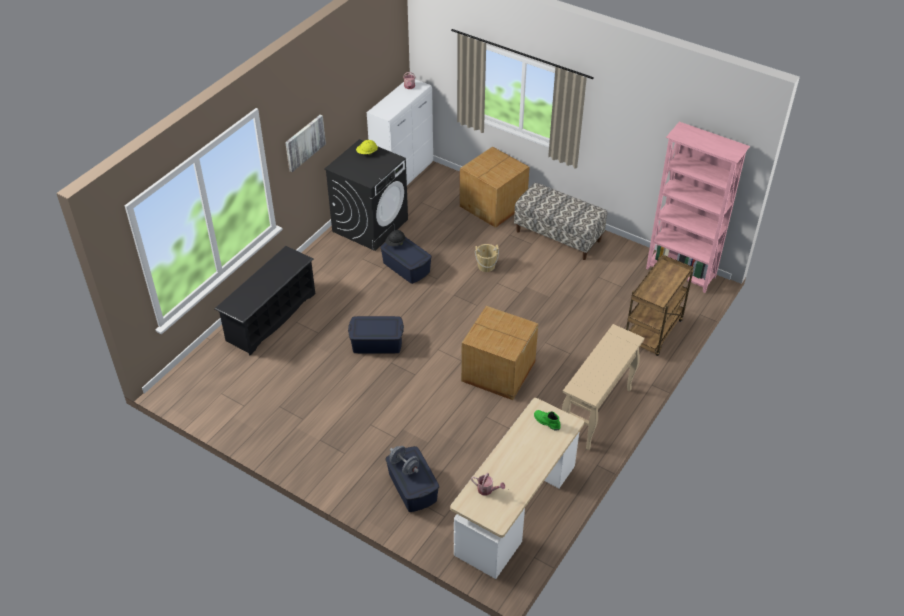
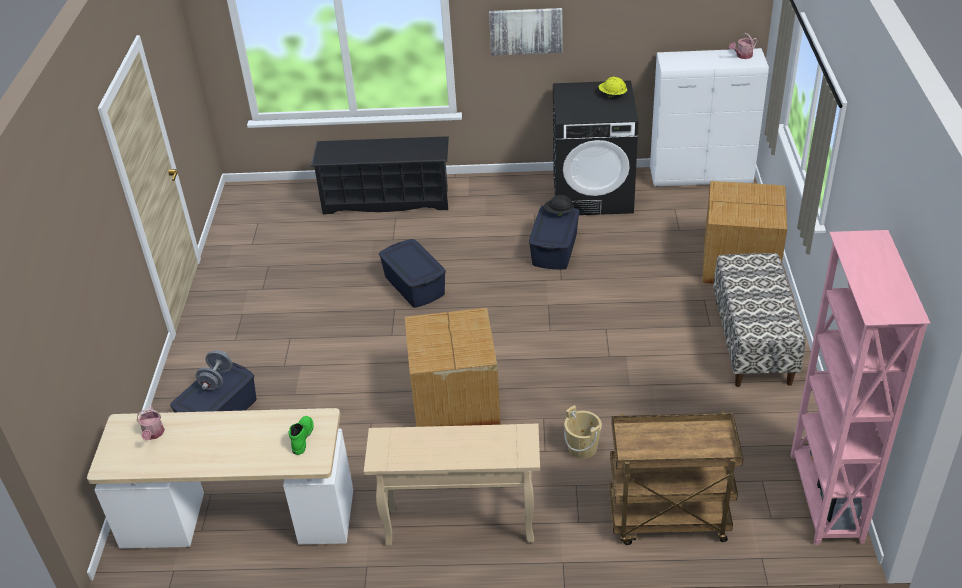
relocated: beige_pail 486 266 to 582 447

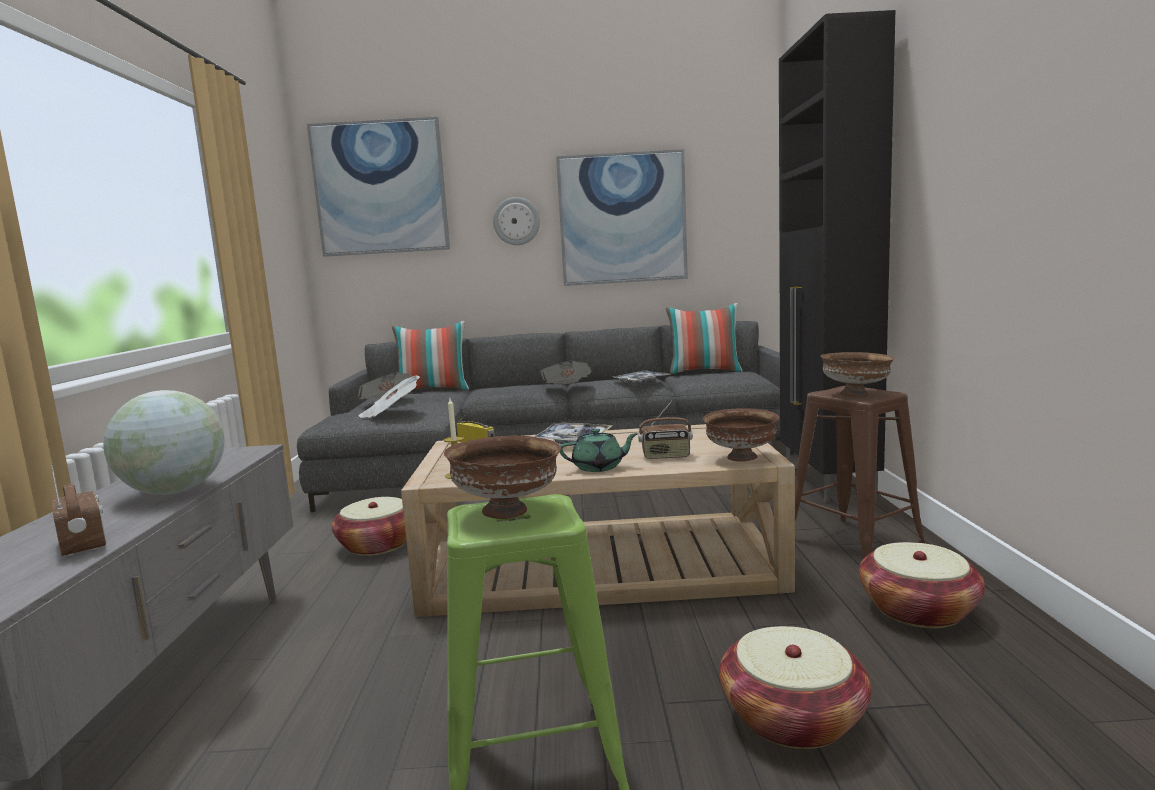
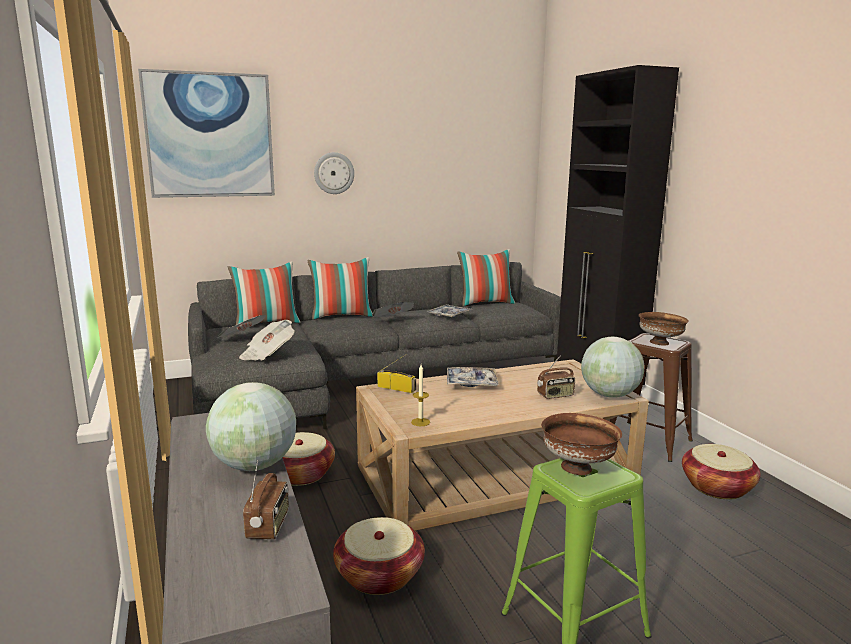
missing: picture 622 218; greenish_teapot 599 467
appeared: pillow 342 316
relocated: basket 792 717 to 379 575
exchanged: brown_serving_bowl 742 458 to desk_globe 610 395
spun: radio 84 544 = 269 526 60 degrees clockwise

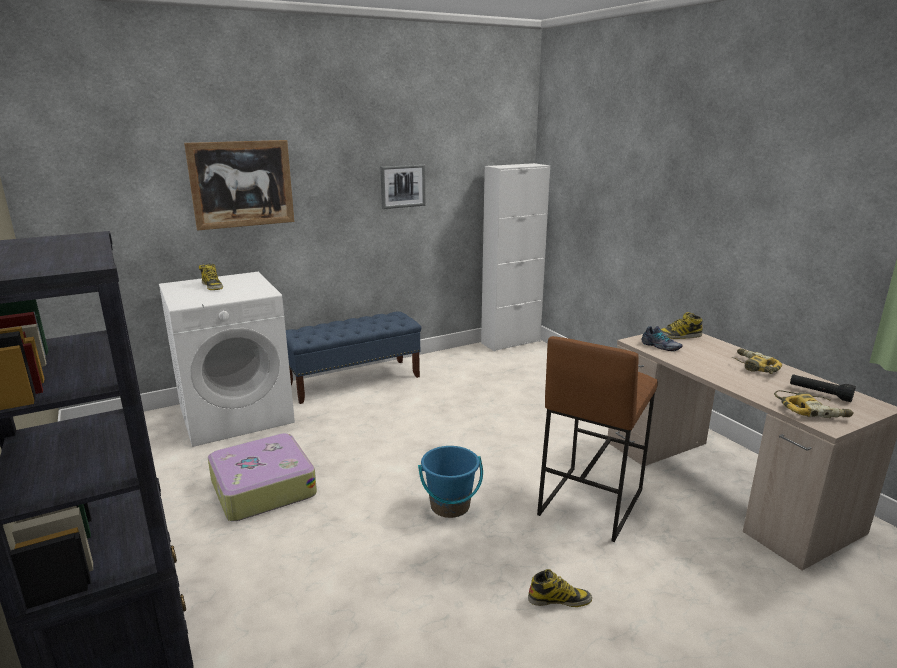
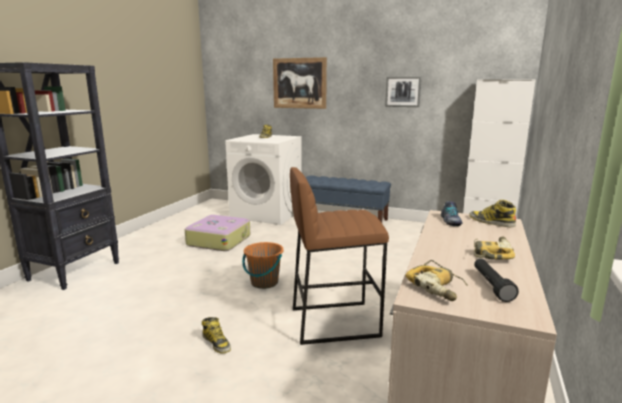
colour: blue-coloured_pail 450 506 to orange_pail 264 282

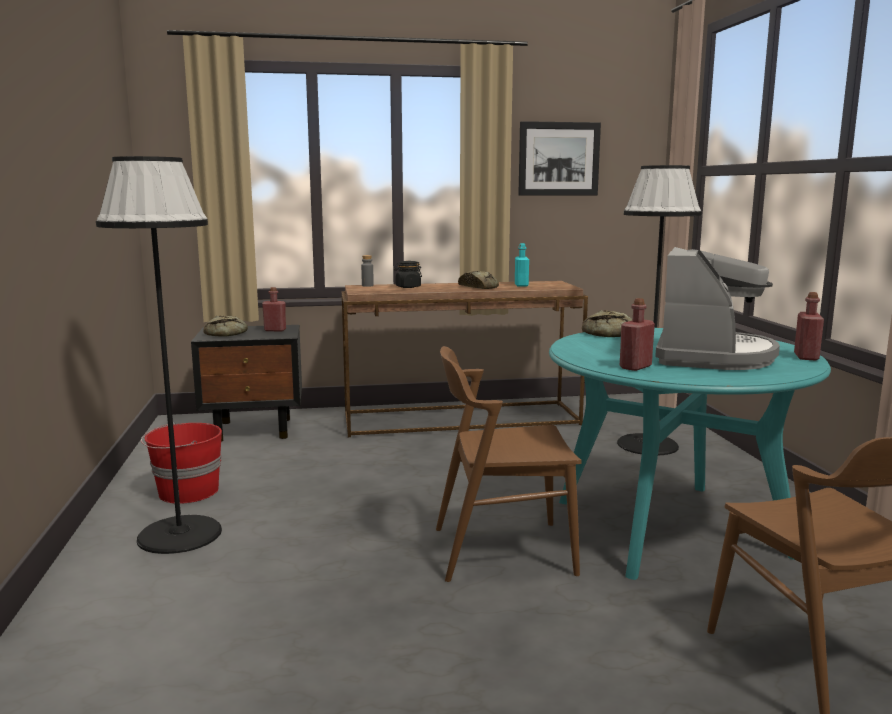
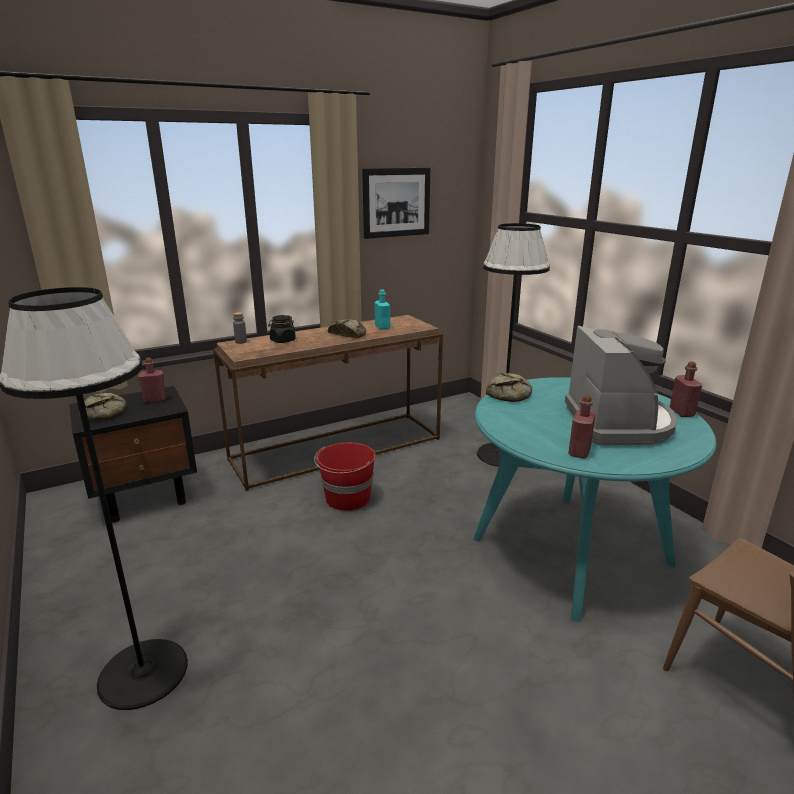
missing: brown_plain_chair 502 550
relocated: red_pail 187 492 to 347 499

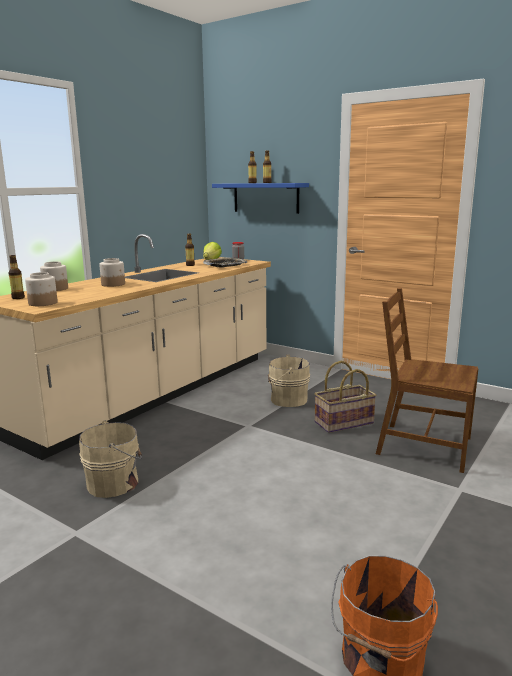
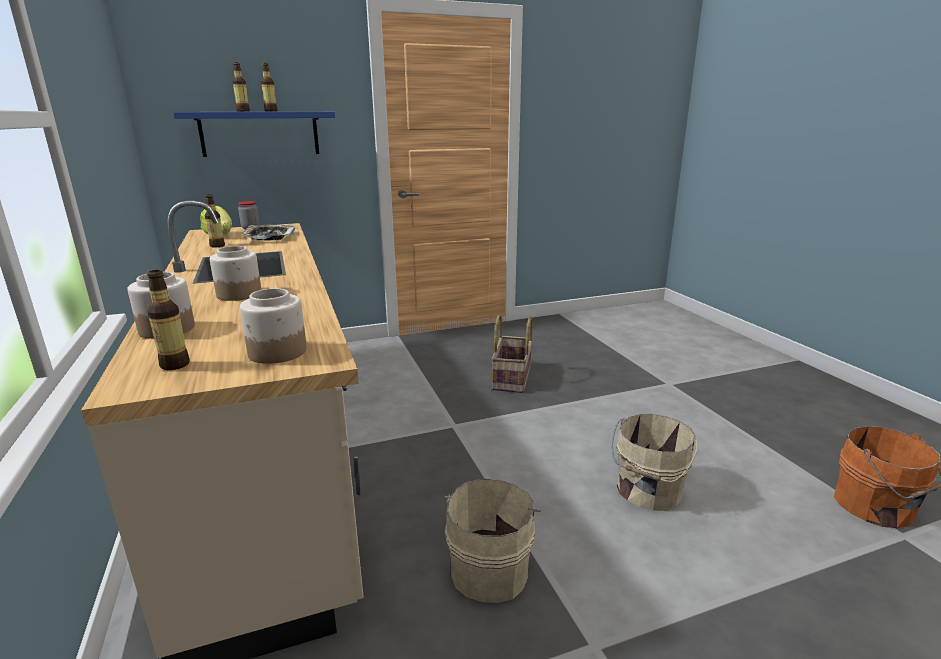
missing: brown_plain_chair 423 446
relocated: beige_pail 287 399 to 647 491

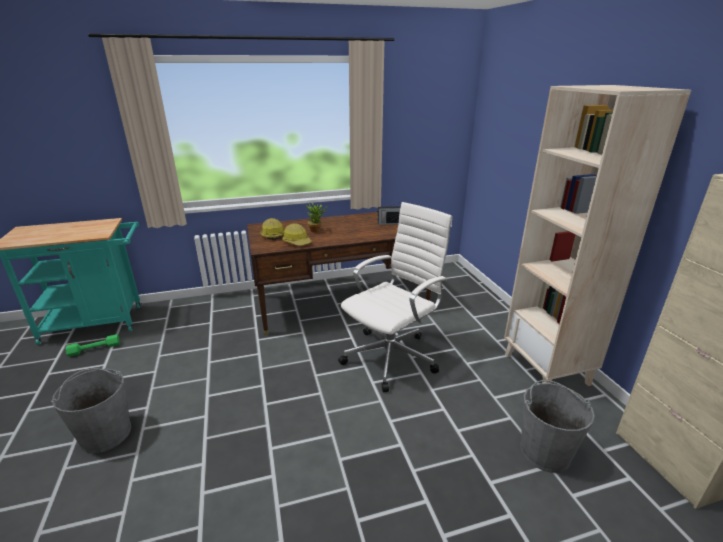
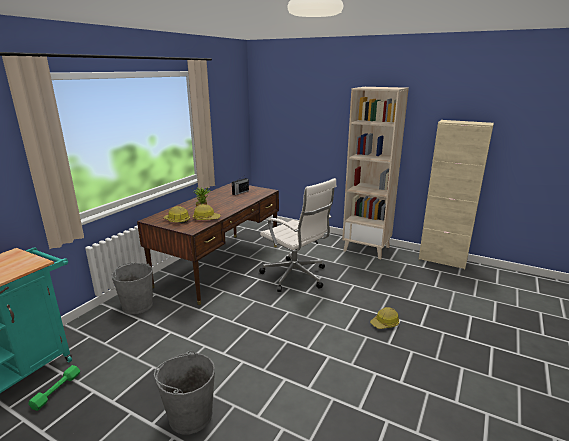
appeared: hard_hat 385 323
relocated: greyish_pail 545 451 to 137 305
spun: white-coloured_computer_chair 392 356 = 296 276 135 degrees clockwise

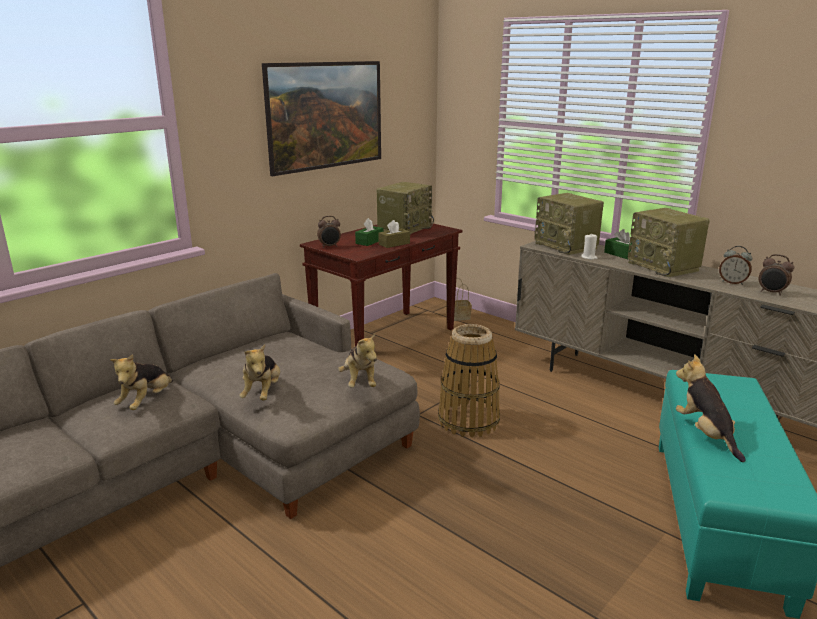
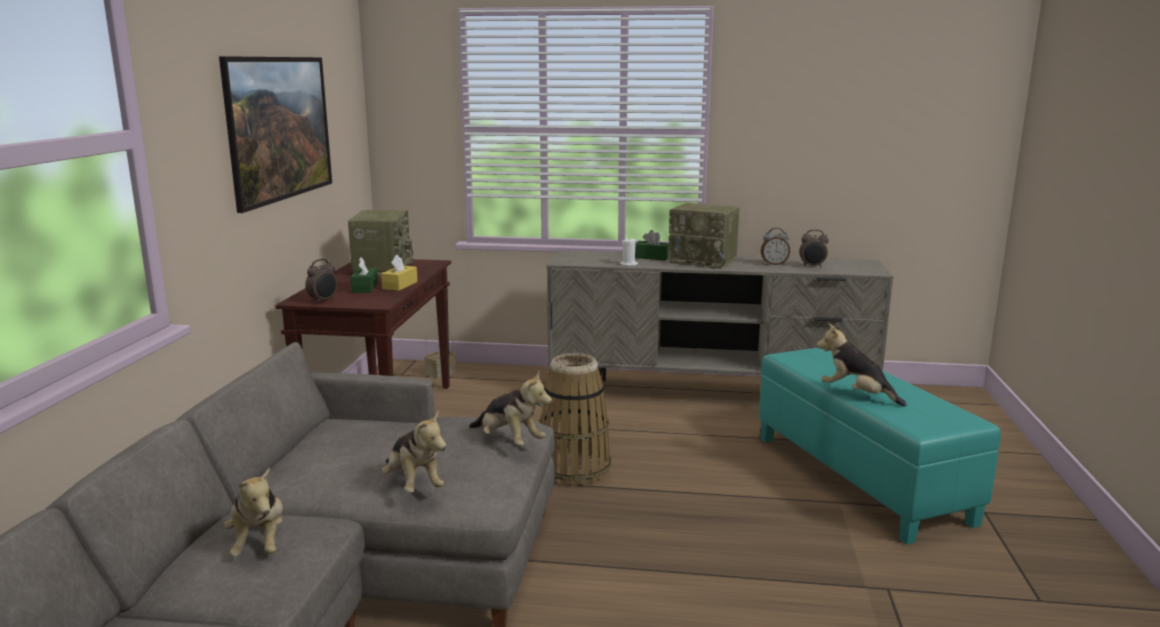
missing: radio 567 246
colour: brown_tissue_box 394 244 to yellowish_tissue_box 400 285

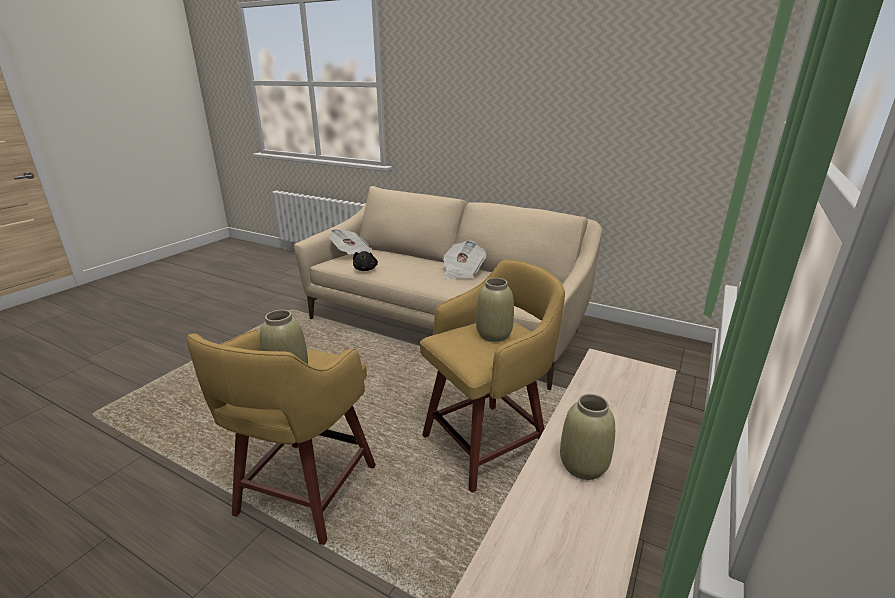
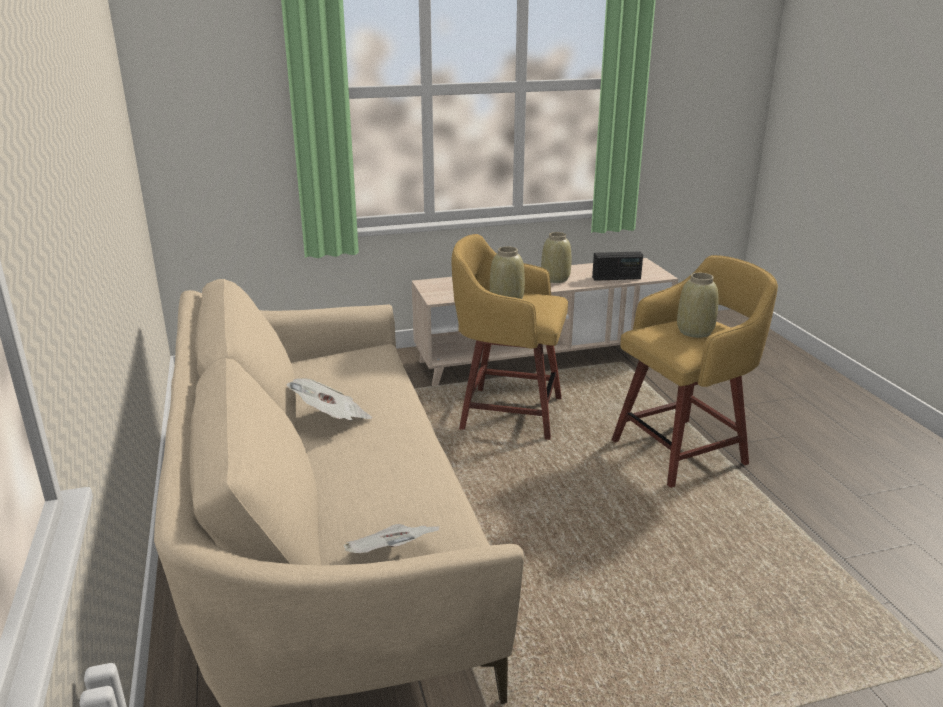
missing: black_plush_toy 366 269
appeared: radio 616 278

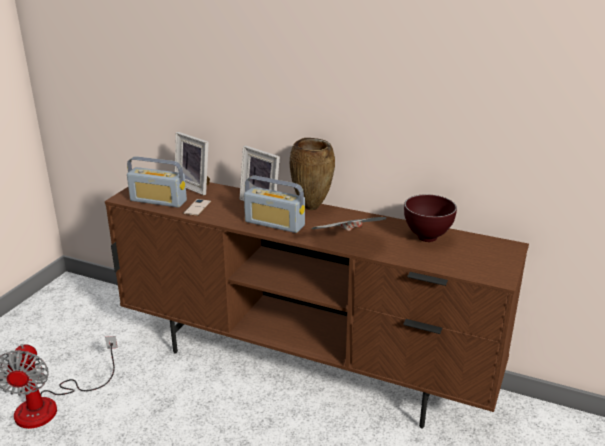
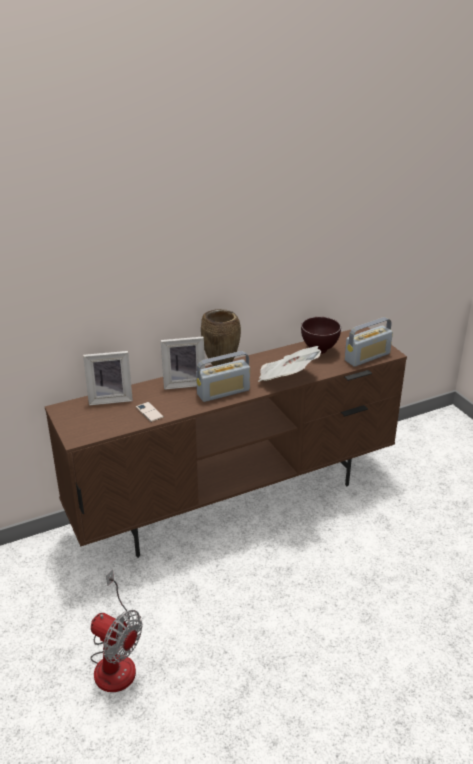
relocated: radio 158 201 to 367 357

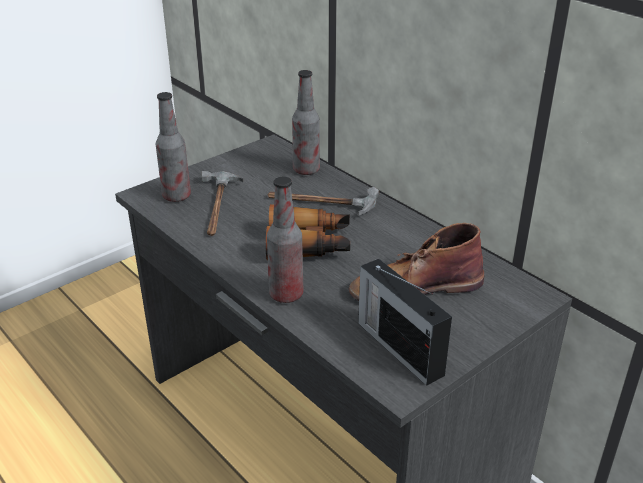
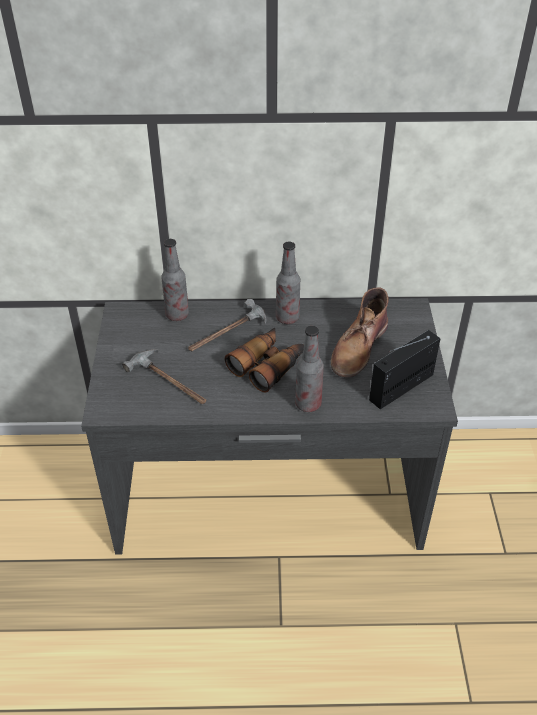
relocated: drink_bottle 176 196 to 287 318
spun: radio 398 347 = 403 386 135 degrees clockwise

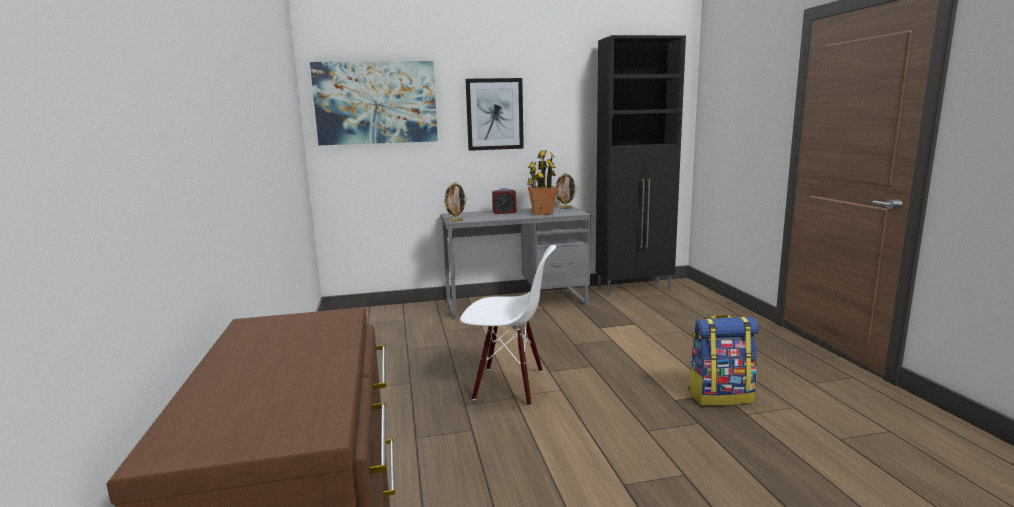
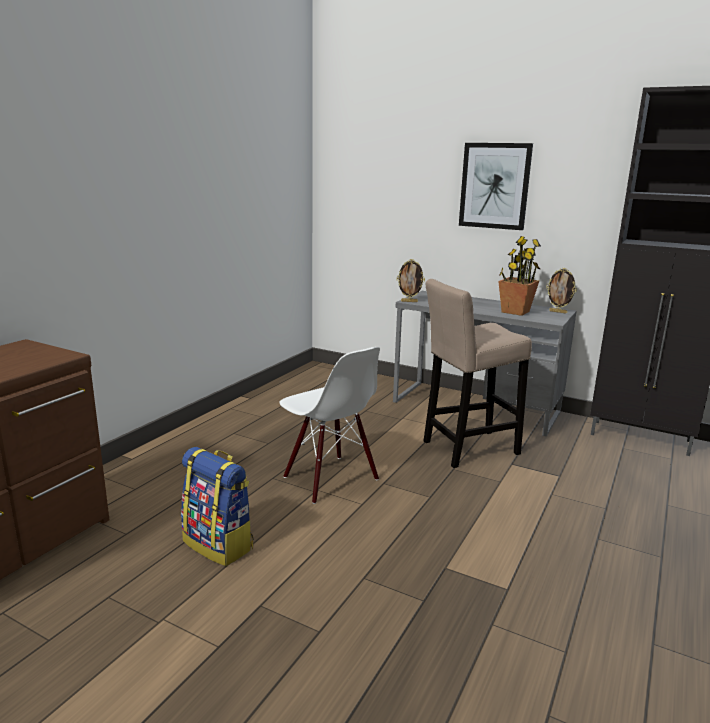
missing: picture 376 103; alarm_clock 504 212
appeared: beige_stool 466 449
relocated: backpack 720 396 to 219 544

